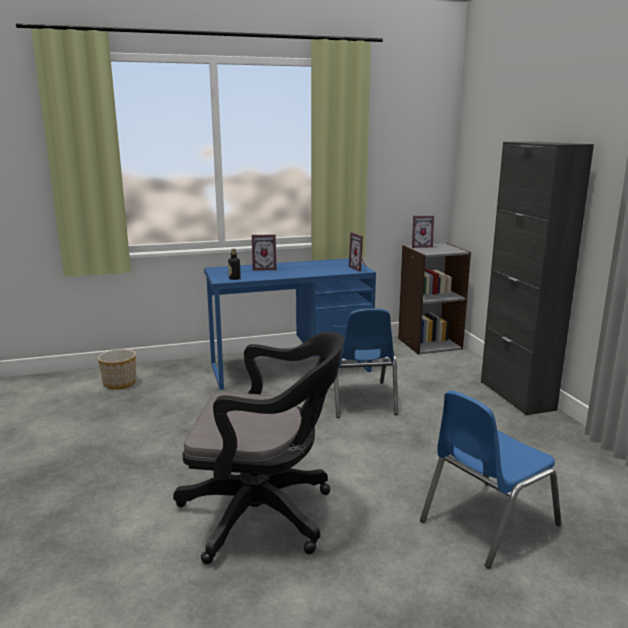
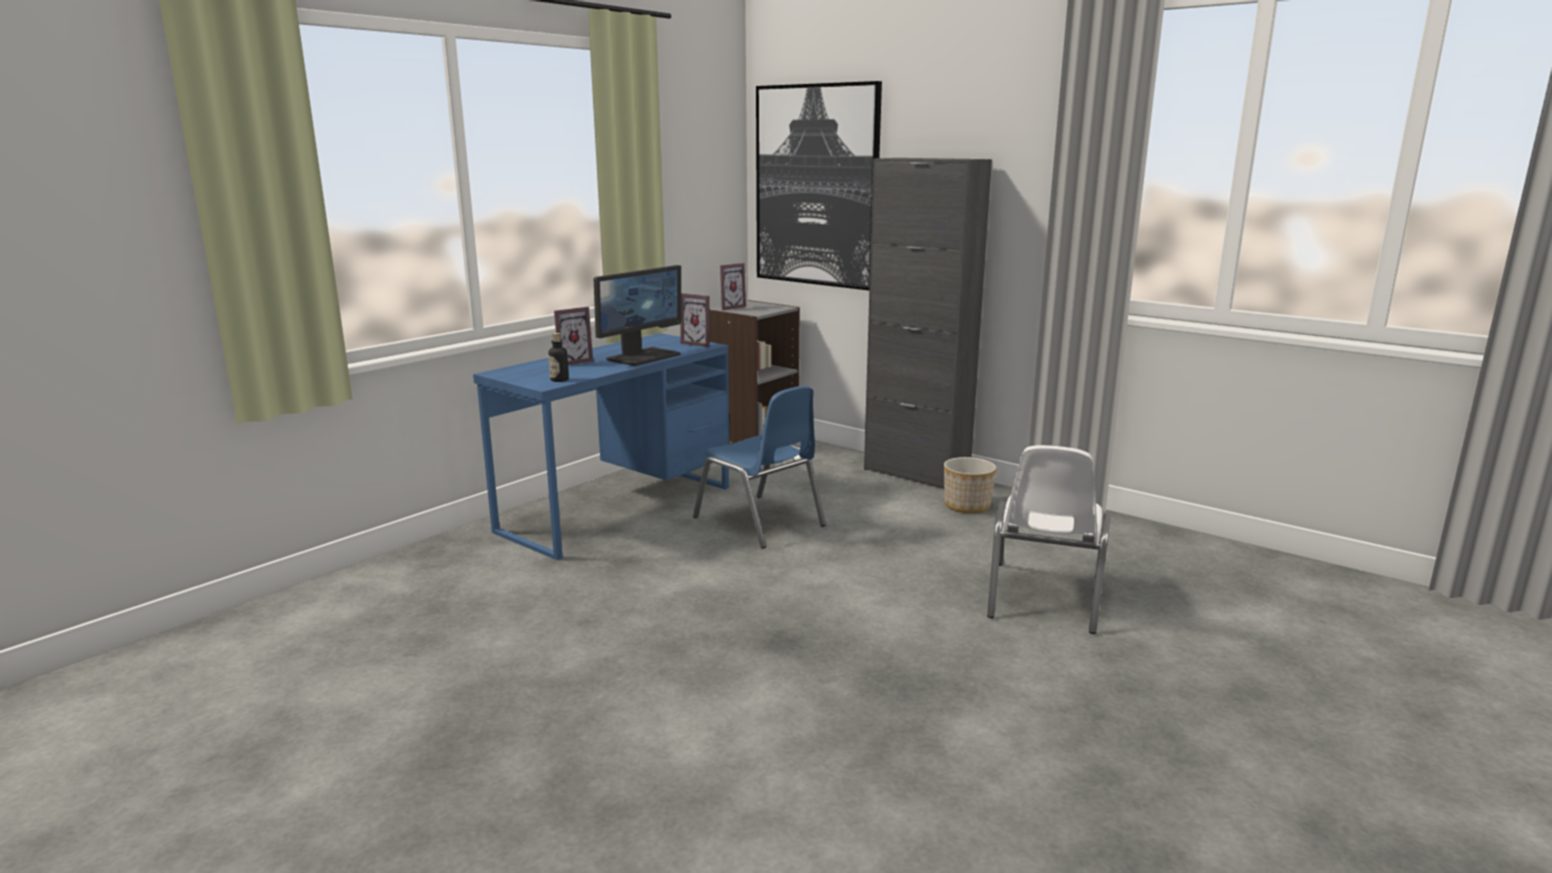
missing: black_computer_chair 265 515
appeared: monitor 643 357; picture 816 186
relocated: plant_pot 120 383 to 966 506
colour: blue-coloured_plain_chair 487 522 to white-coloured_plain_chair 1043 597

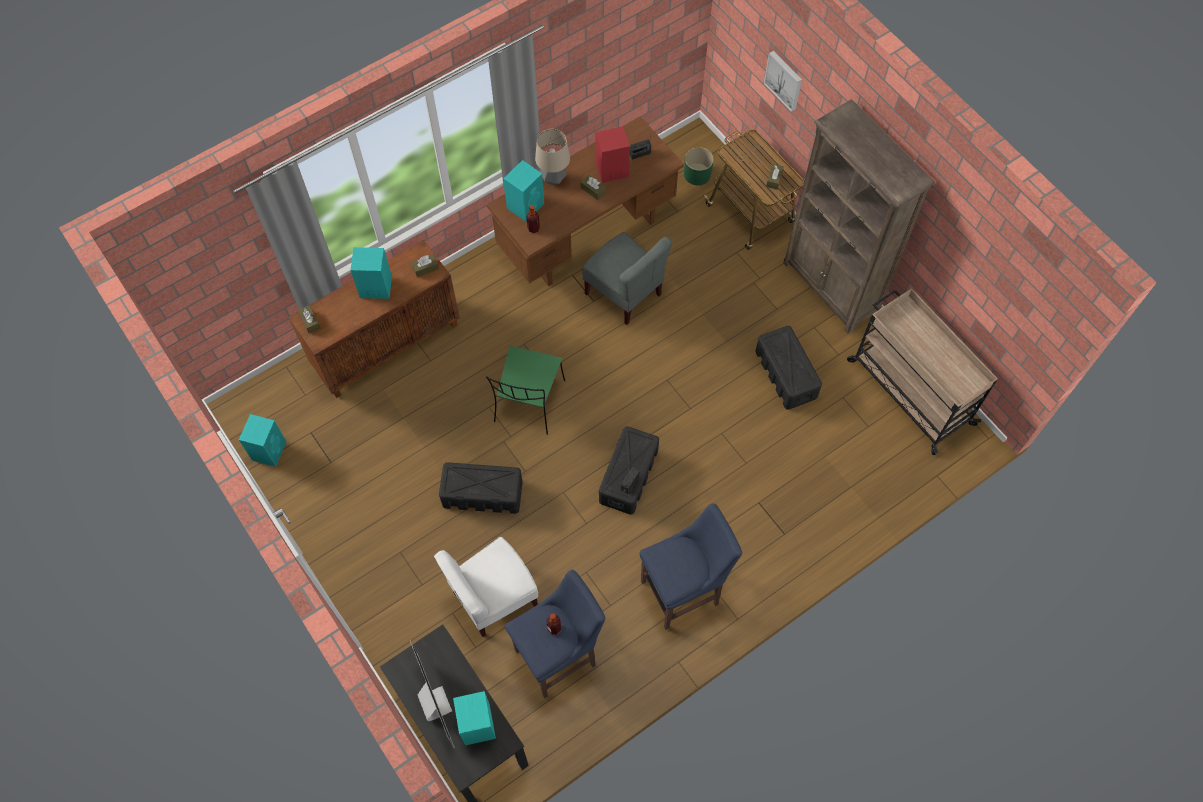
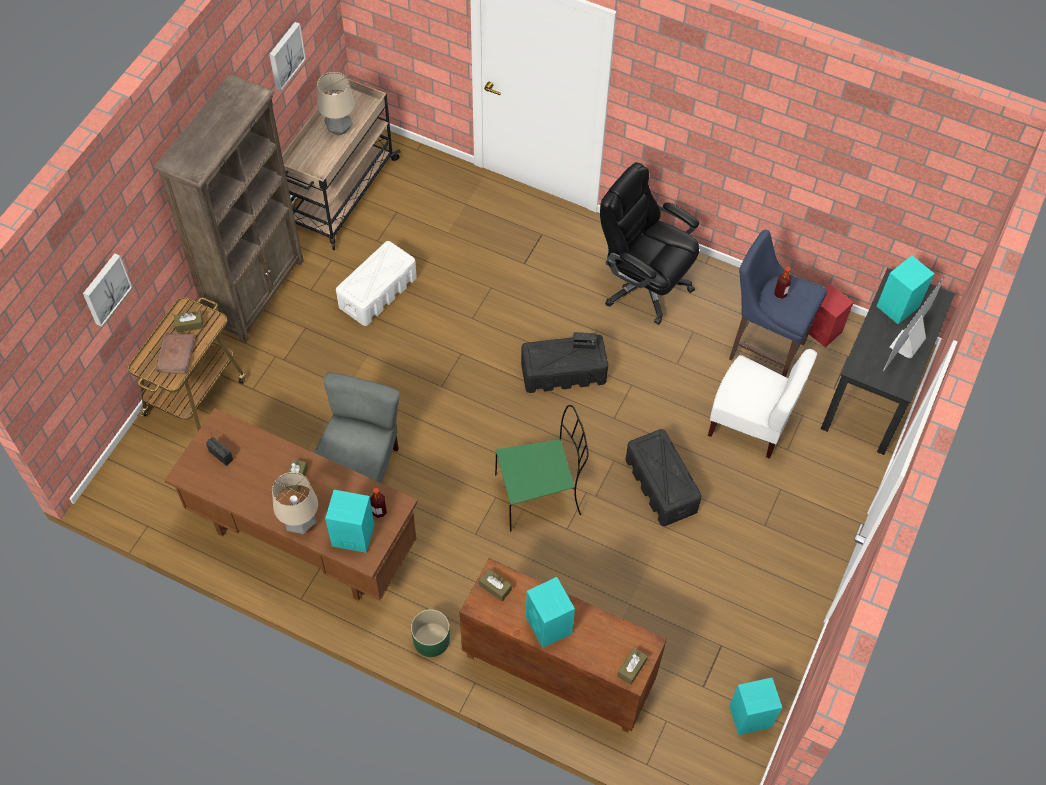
appeared: brown_book 176 355; picture 285 55; table_lamp 339 129
relocated: red_audio_speaker 611 170 to 823 331; greenish_plant_pot 697 174 to 431 640
exchanged: blue-coloured_stool 683 591 to black_computer_chair 643 284
colour: black_storage_container 786 375 to white-coloured_storage_container 378 292

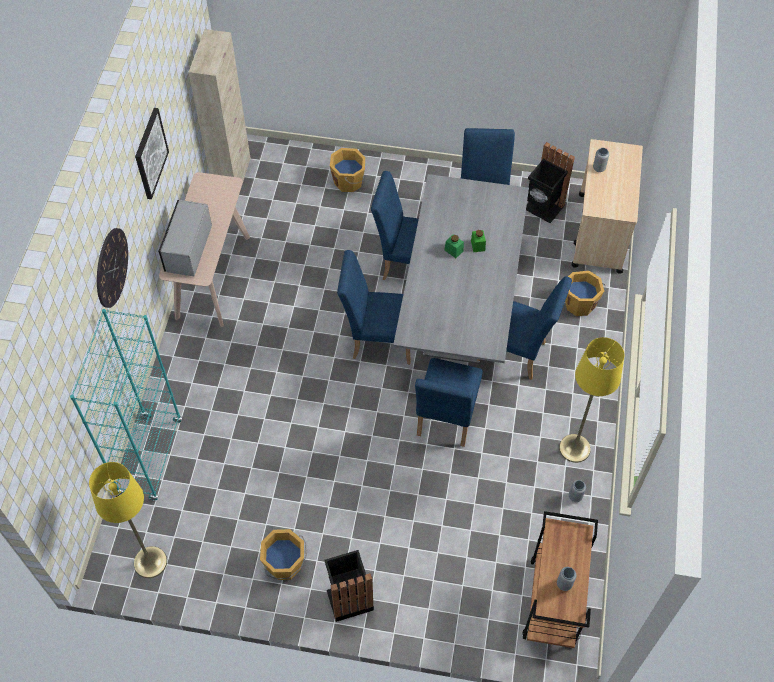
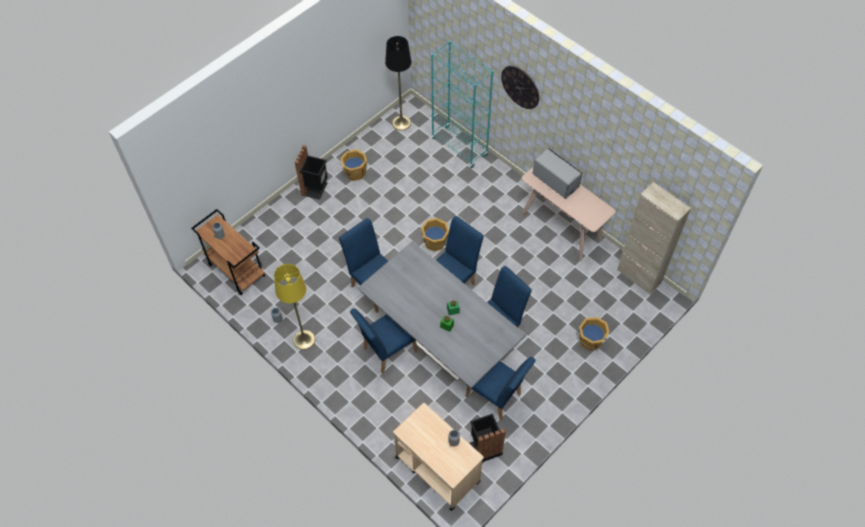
missing: picture 150 153
relocated: orange_pail 579 303 to 435 242
colour: yellowish_standard_lamp 150 562 to black_standard_lamp 401 123

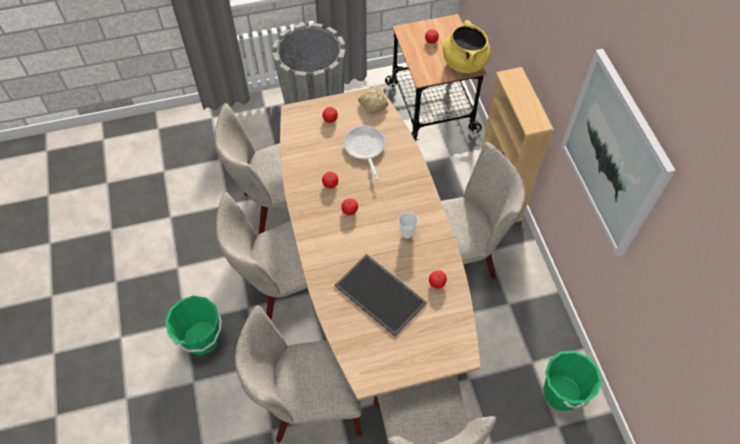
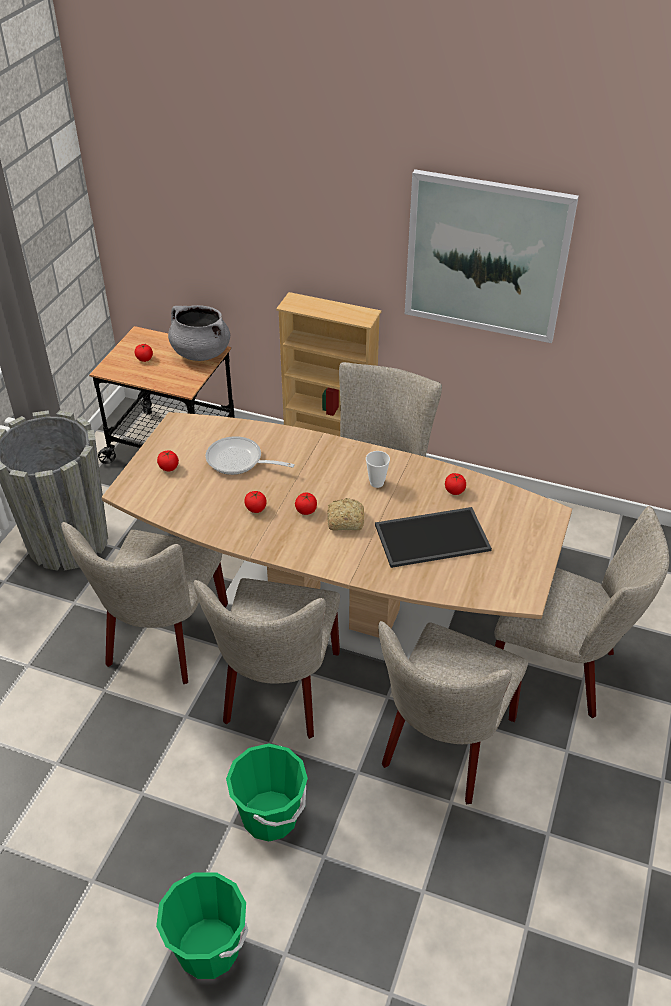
relocated: bakery_bread 373 104 to 344 521; greenish_pail 562 393 to 209 948
colour: yellowish_cooking_pot 464 62 to greyish_cooking_pot 200 353

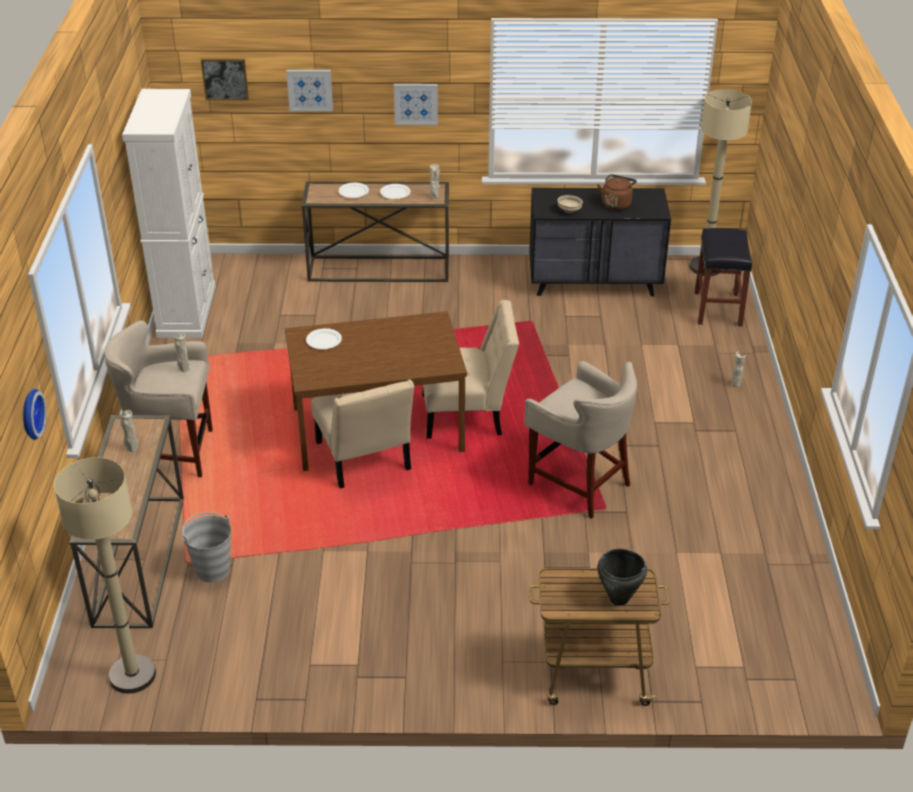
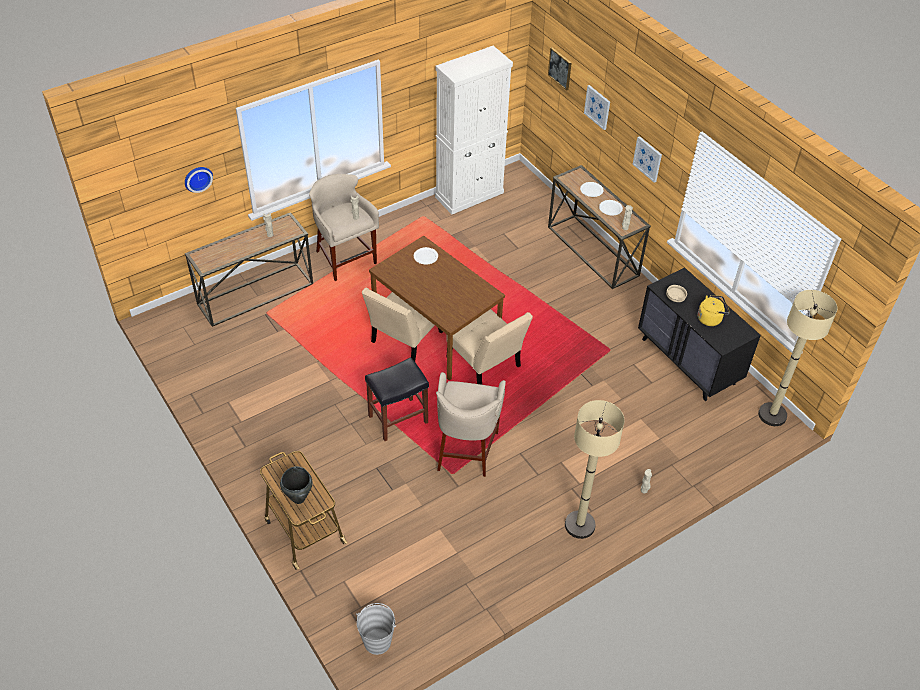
relocated: beige_standard_lamp 132 675 to 579 525; greyish_pail 212 569 to 377 641; black_stool 718 309 to 397 420
colour: brown_tea_kettle 616 203 to yellowish_tea_kettle 710 318

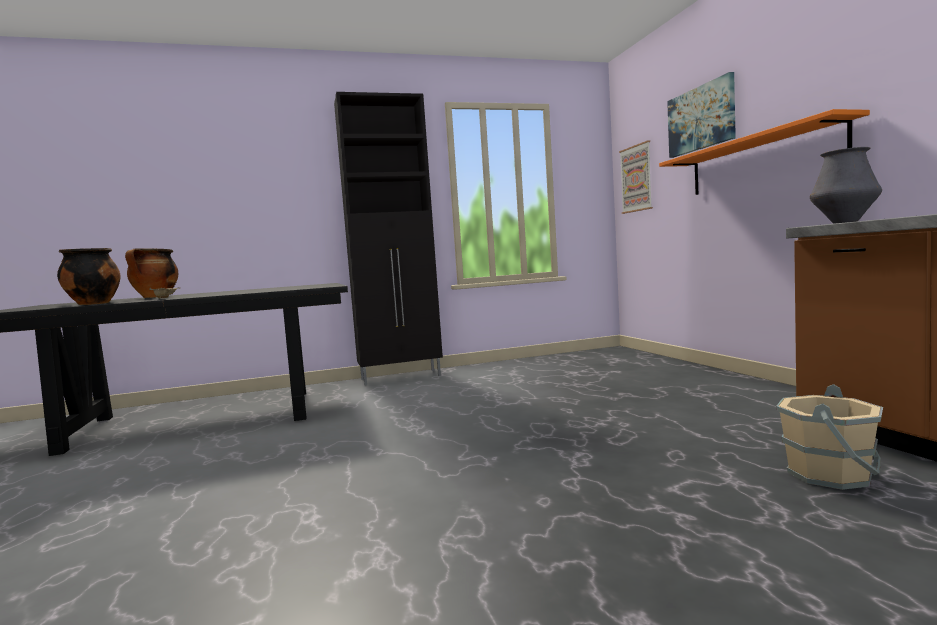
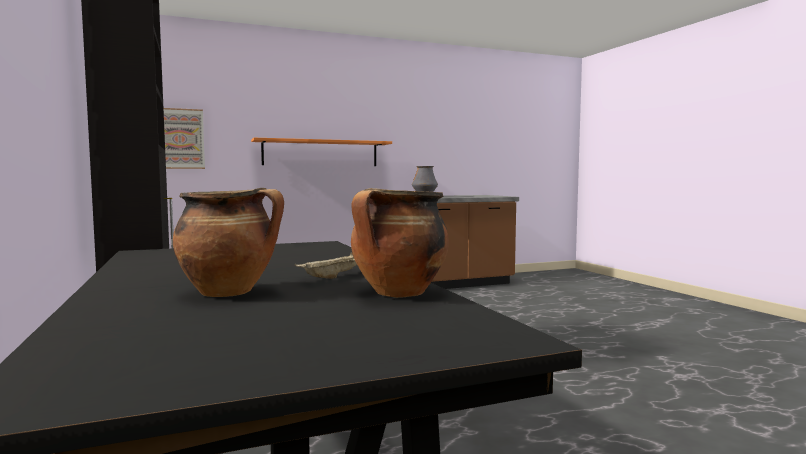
missing: picture 701 118; beige_pail 831 474

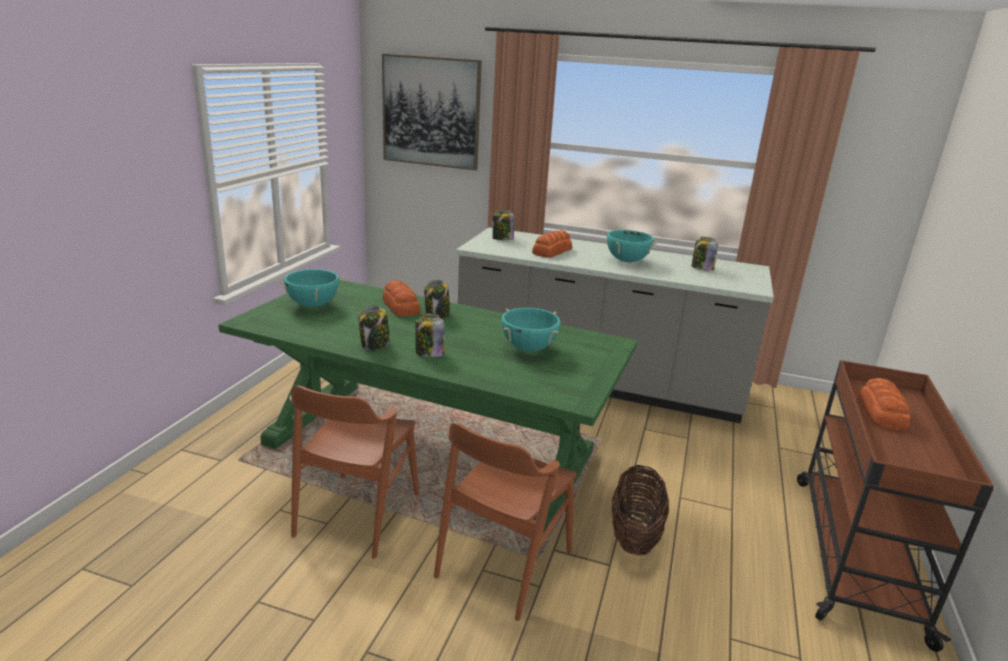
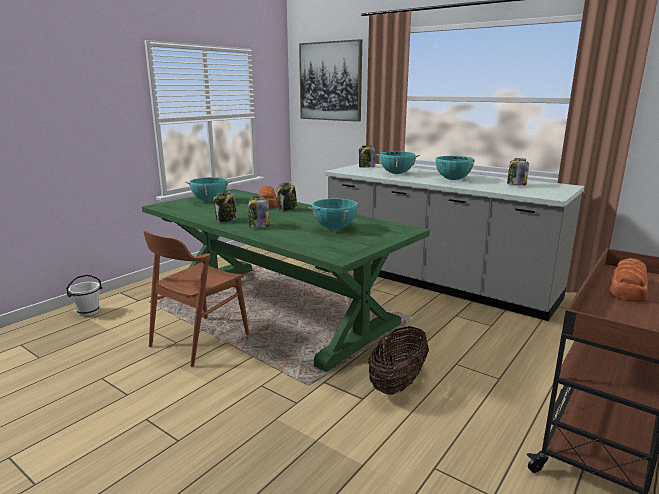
missing: brown_plain_chair 504 564
appeared: white-coloured_pail 88 312
exchanged: bakery_bread 551 251 to turquoise_cooking_pot 396 173

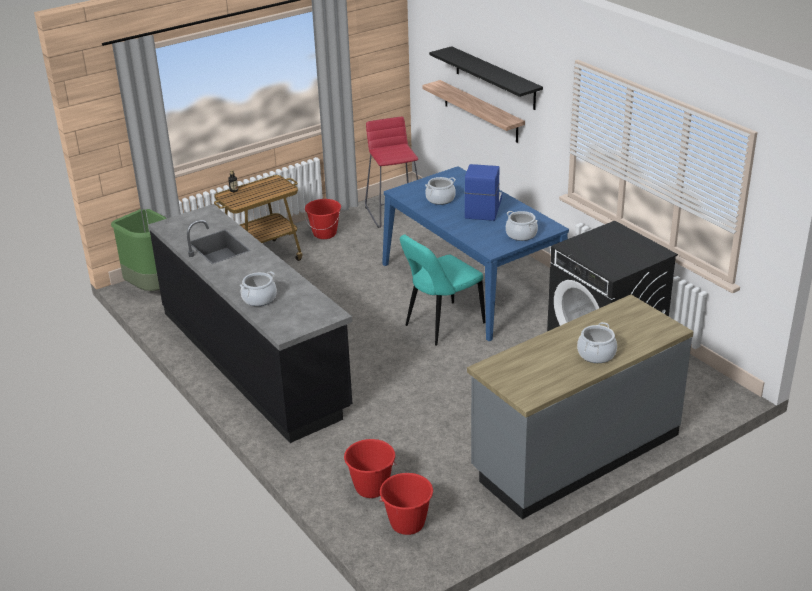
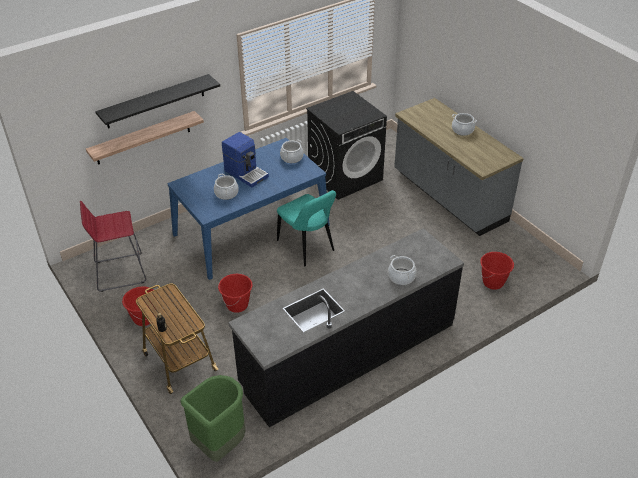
relocated: red_pail 407 524 to 237 305
spun: coffee_machine 482 208 = 246 173 150 degrees counterclockwise

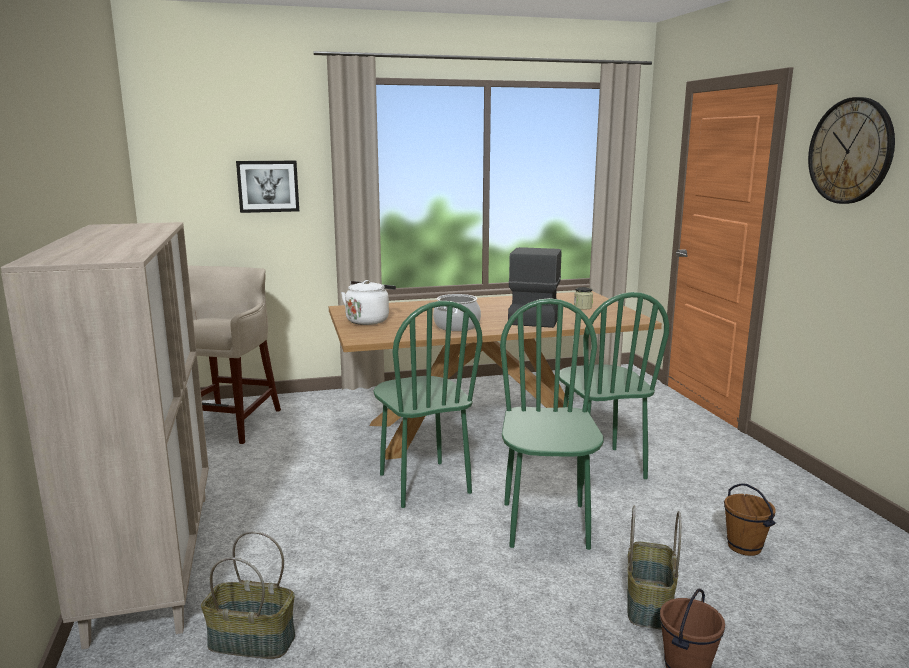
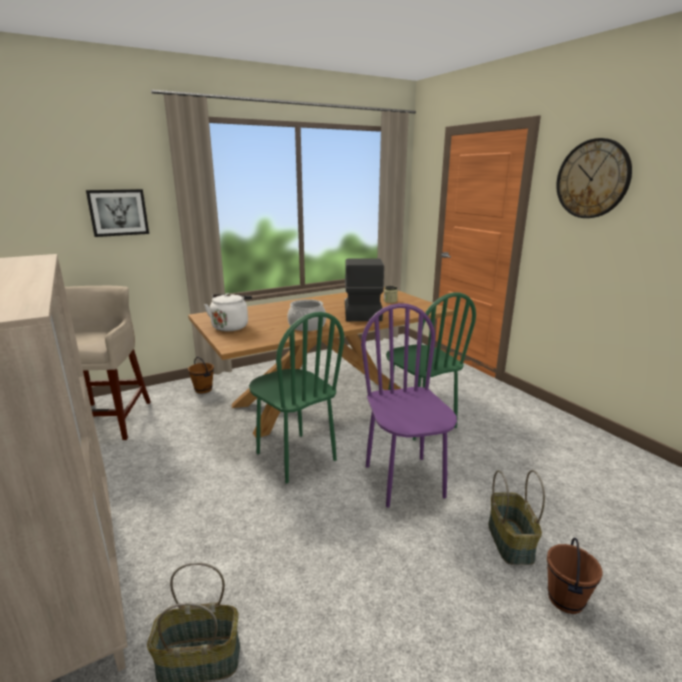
relocated: brown_pail 745 547 to 203 389
colour: greenish_plain_chair 546 525 to purple-coloured_plain_chair 404 481

